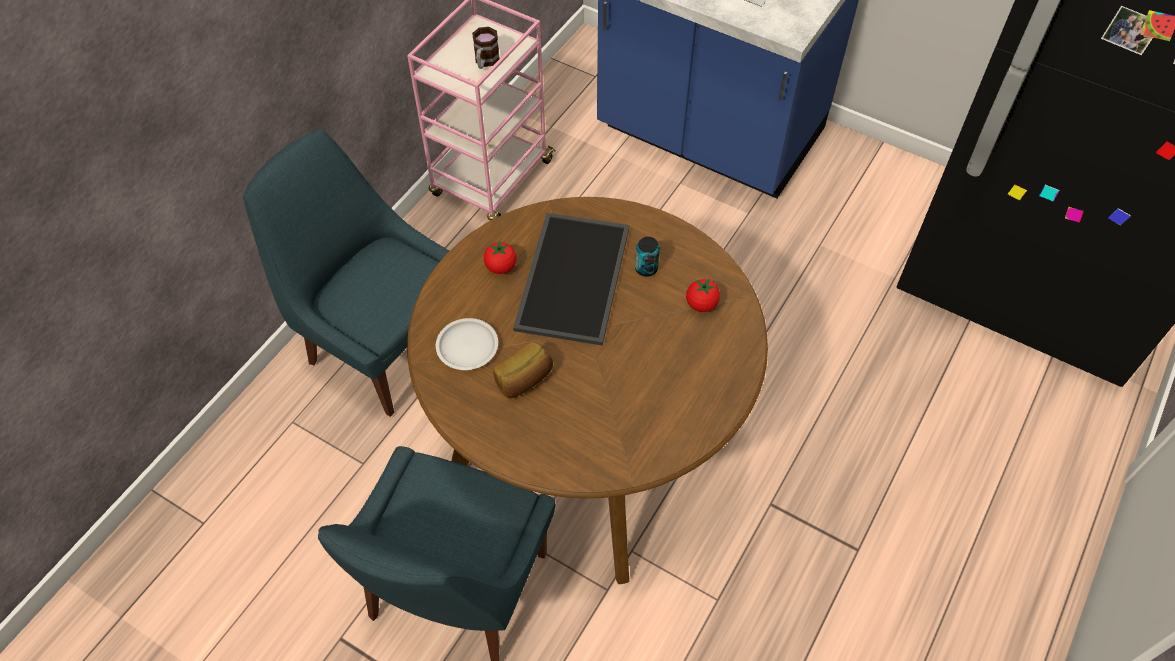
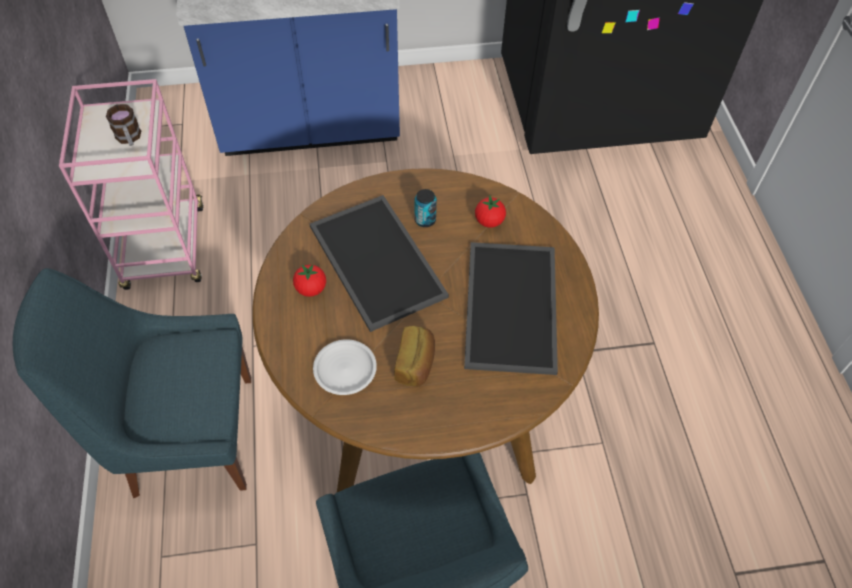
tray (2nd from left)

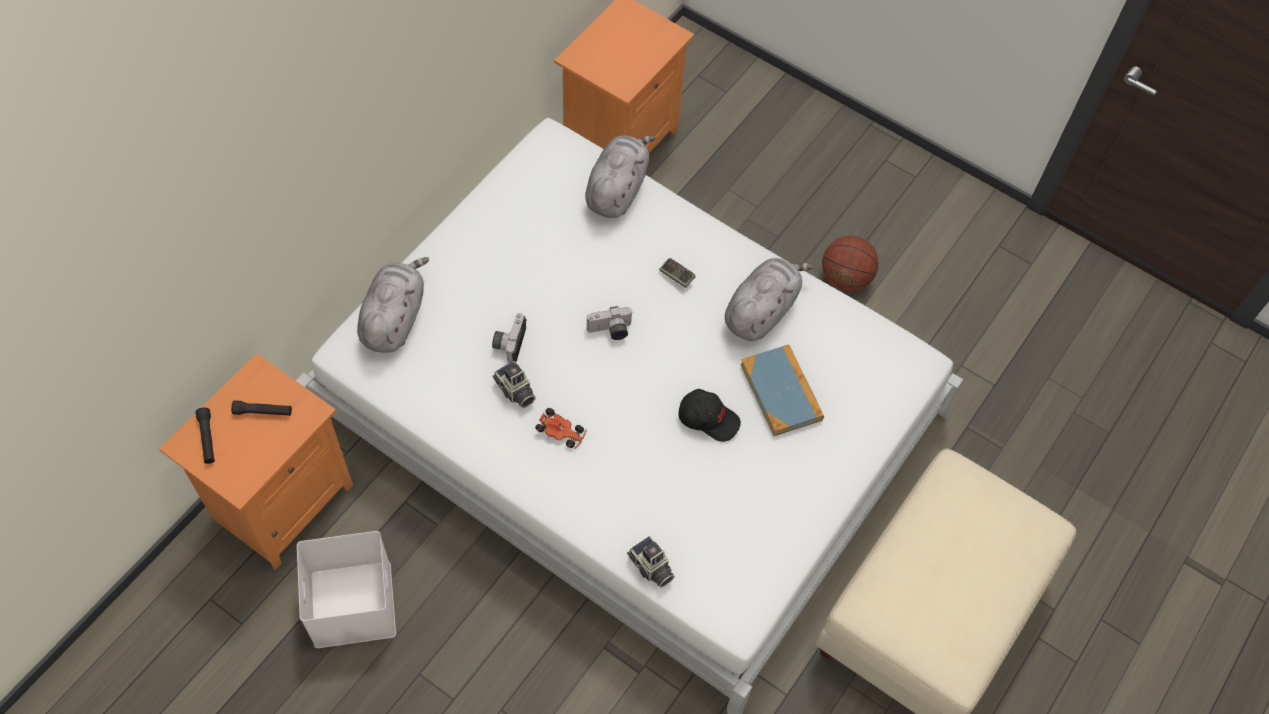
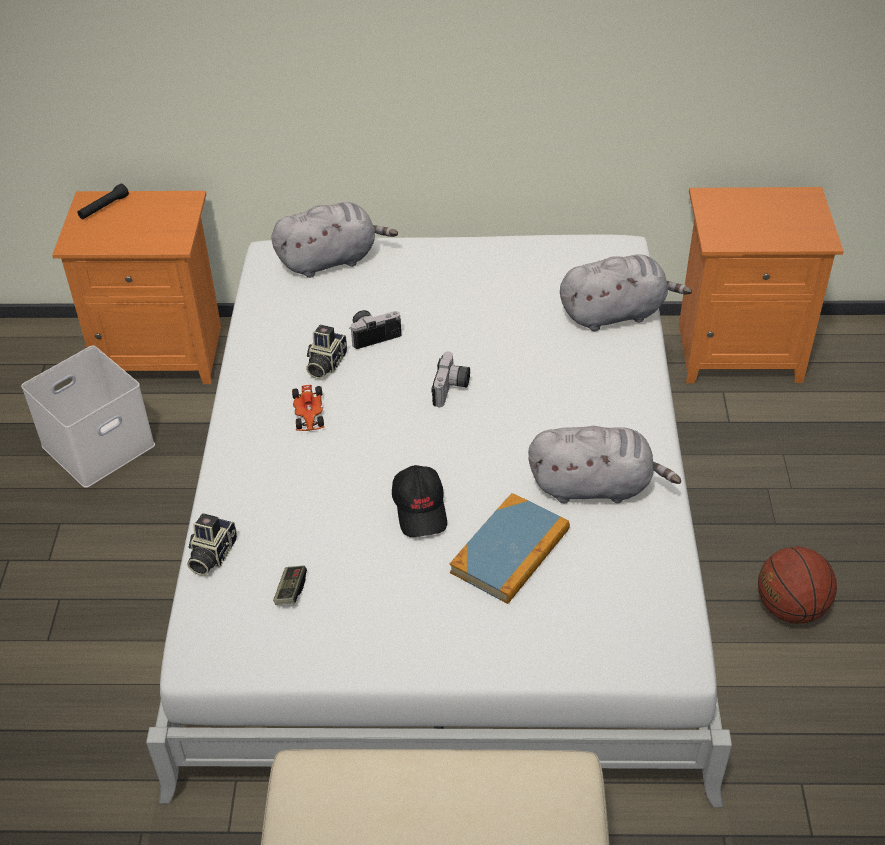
game controller; photo camera (4th from left); flashlight in black (2nd from left in the first image)

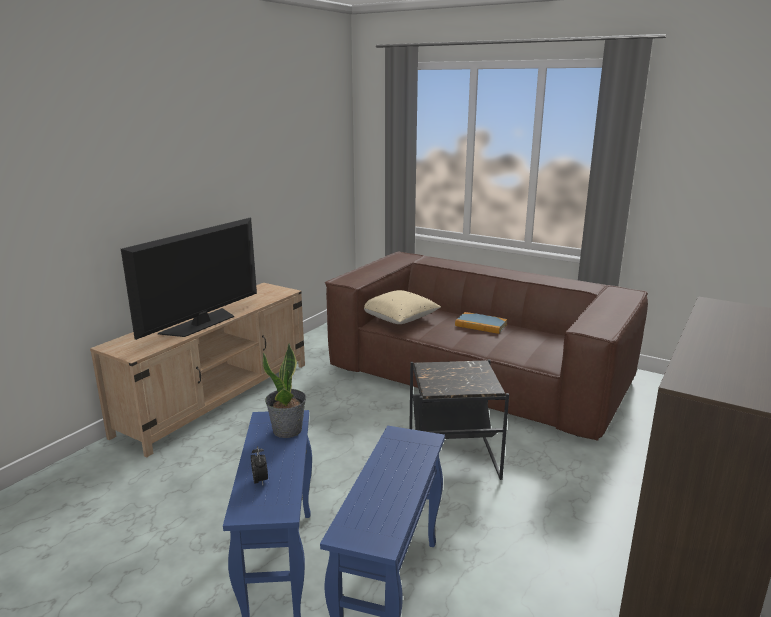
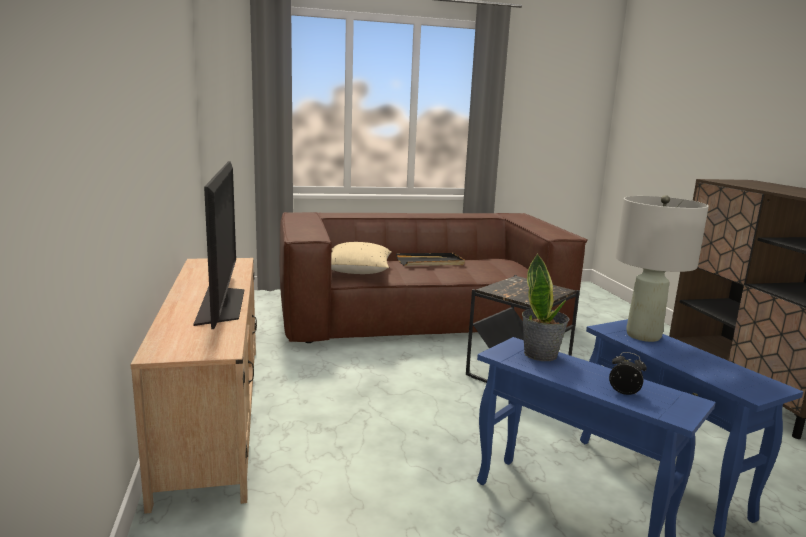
tray in black; table lamp in grey

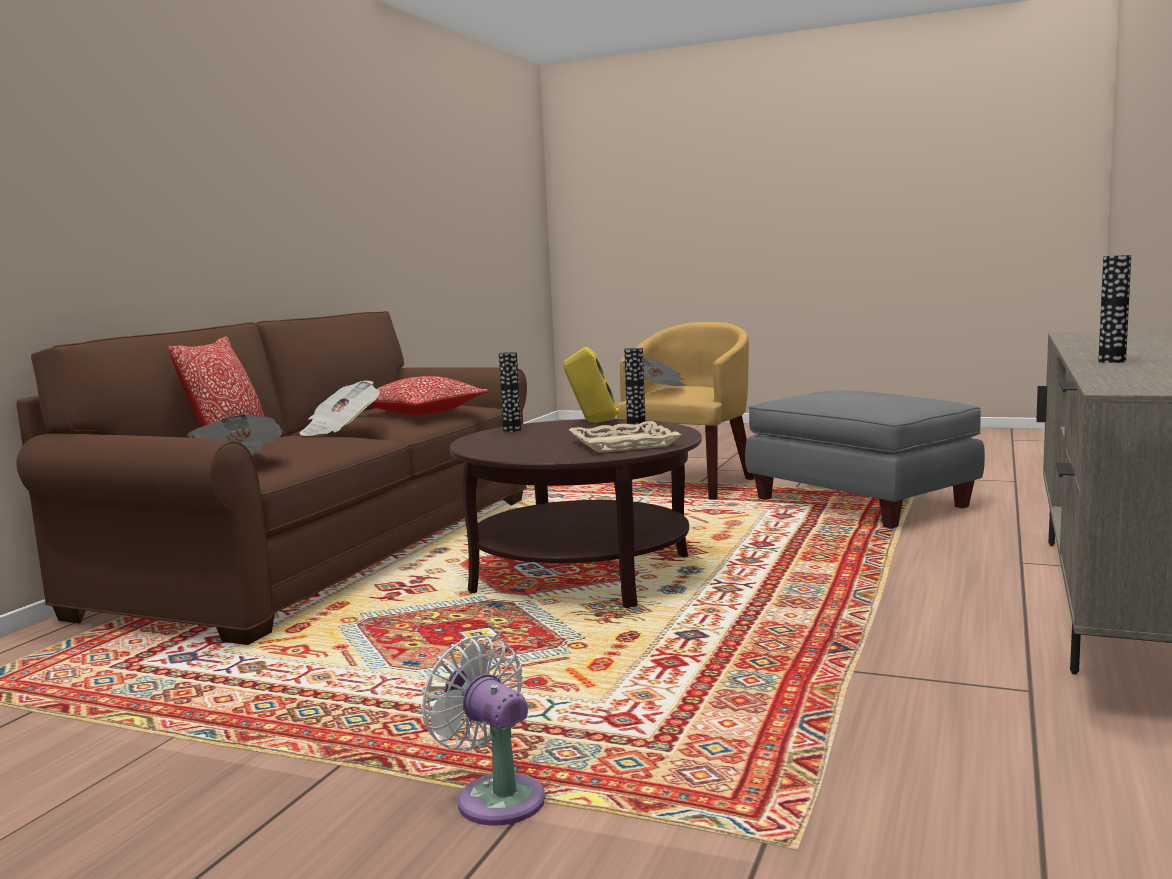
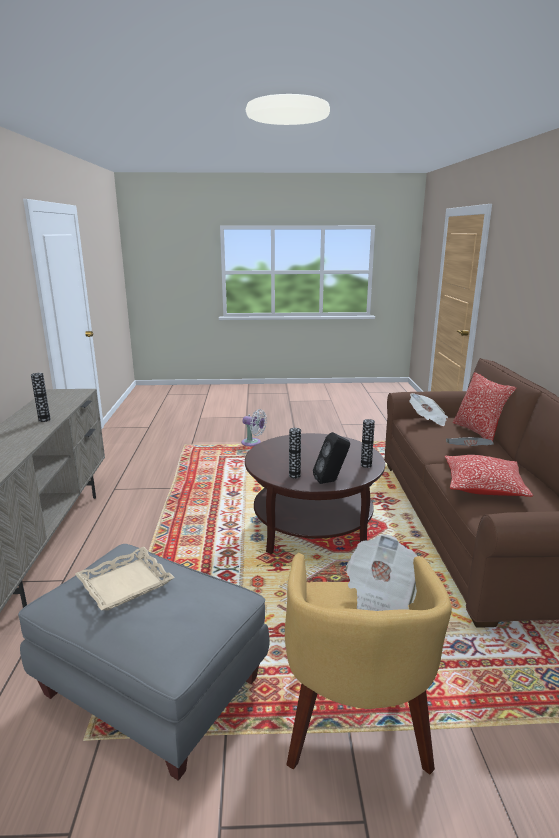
tray in beige; speaker in black

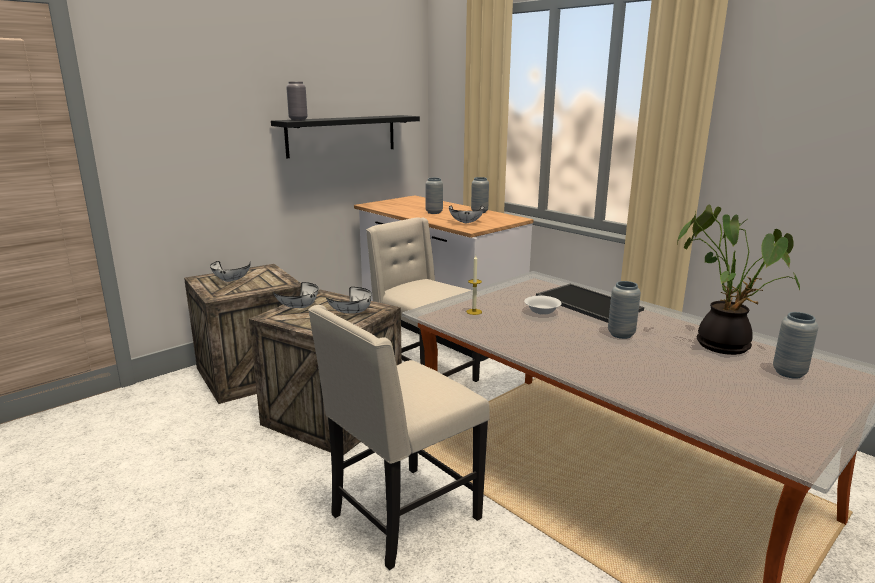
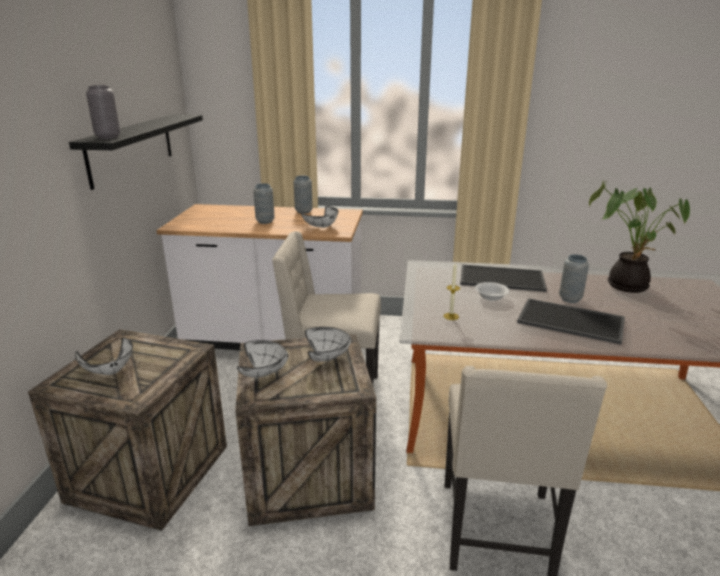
tray (2nd from left); vase in grey (5th from left in the first image)

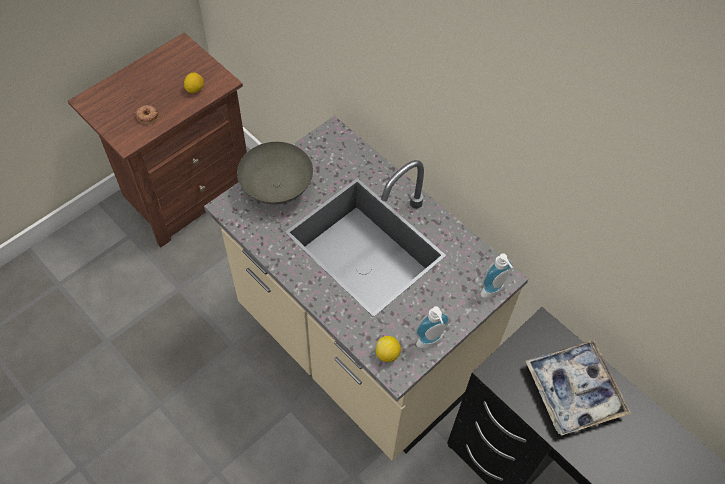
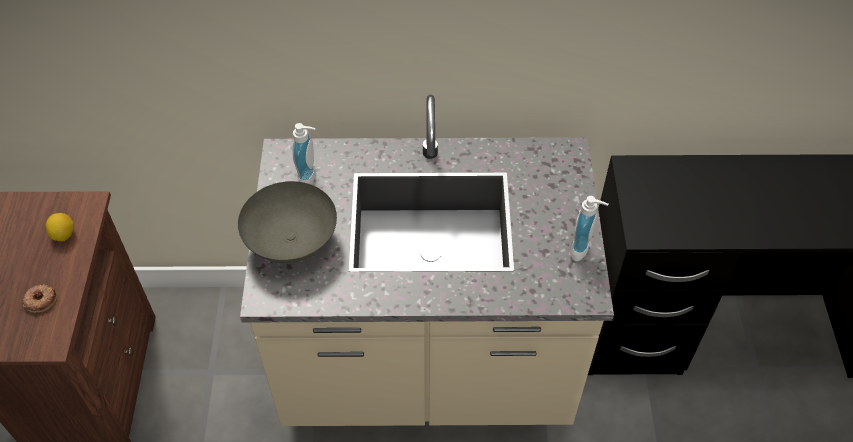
soap dispenser (1st from left); lemon (2nd from left in the first image); tray

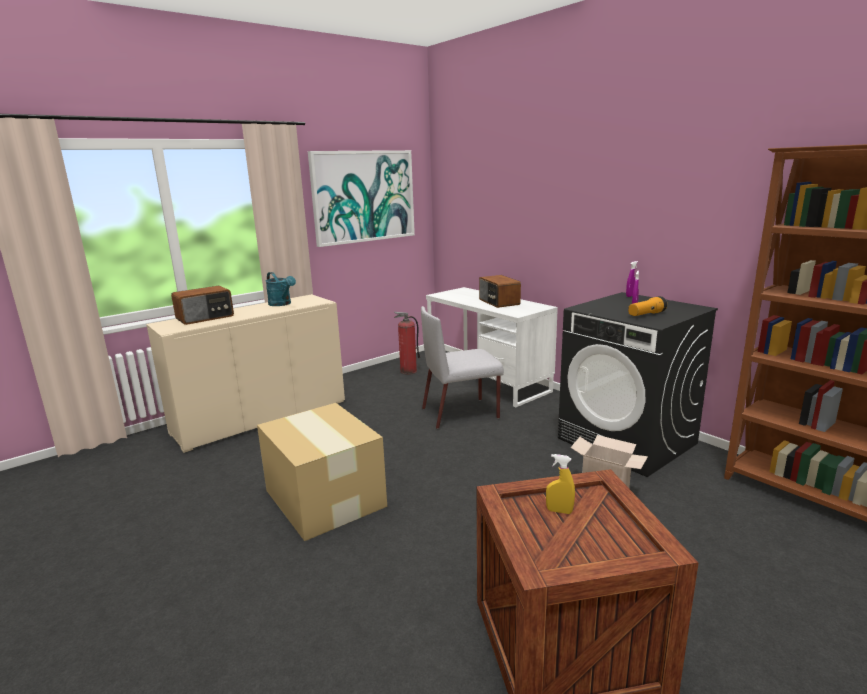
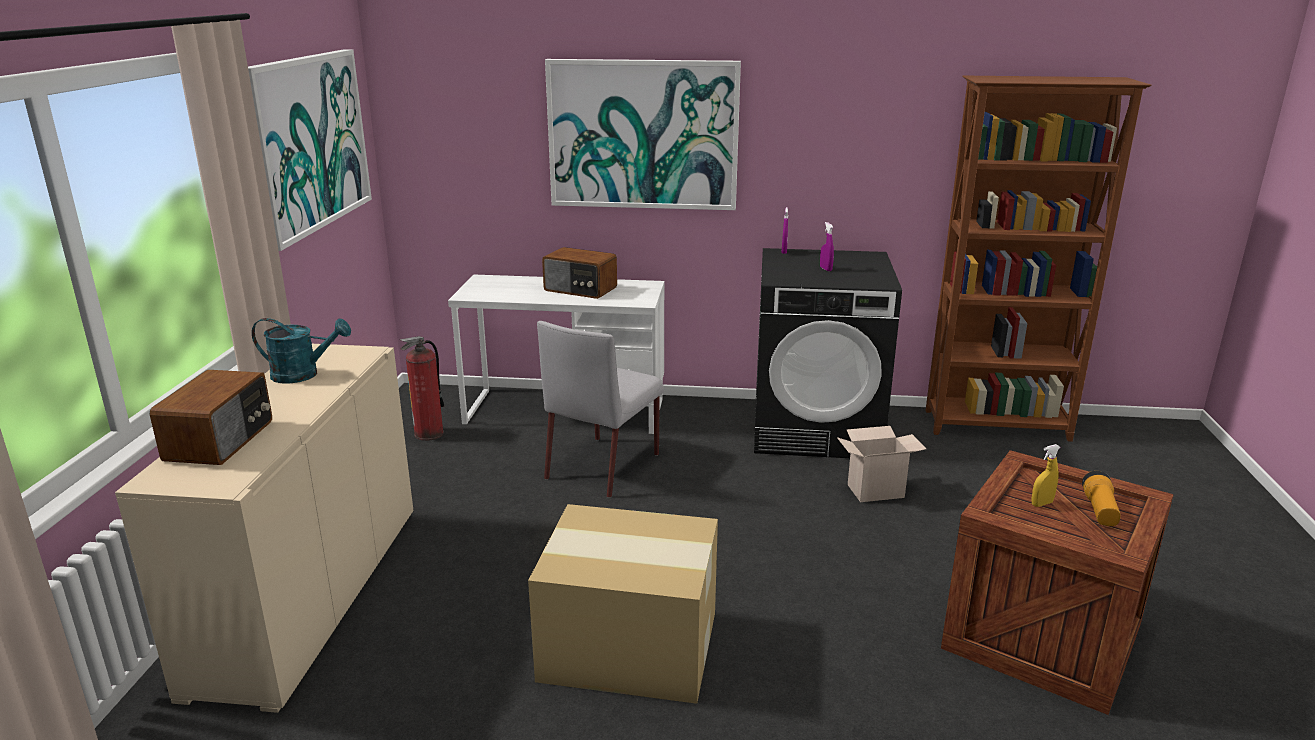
picture (2nd from left); flashlight

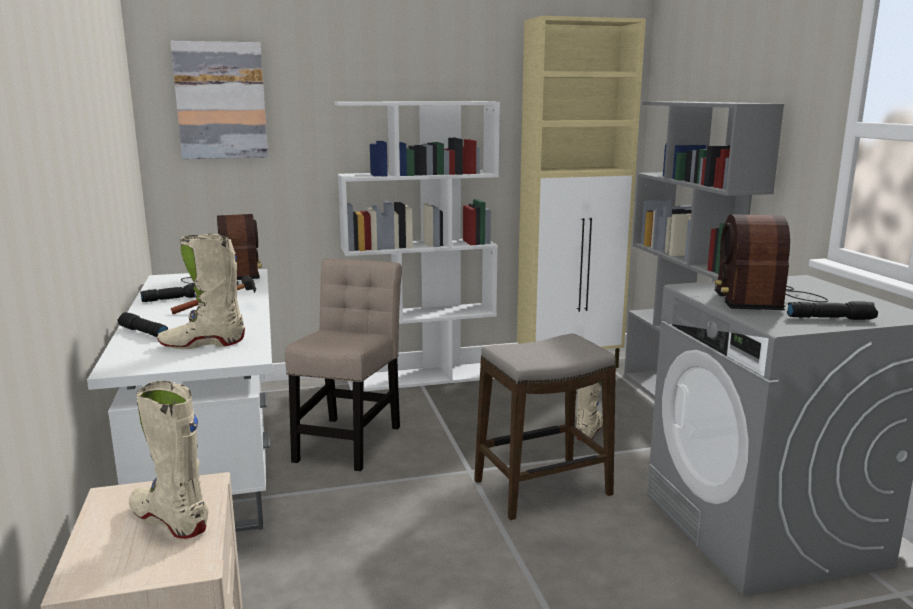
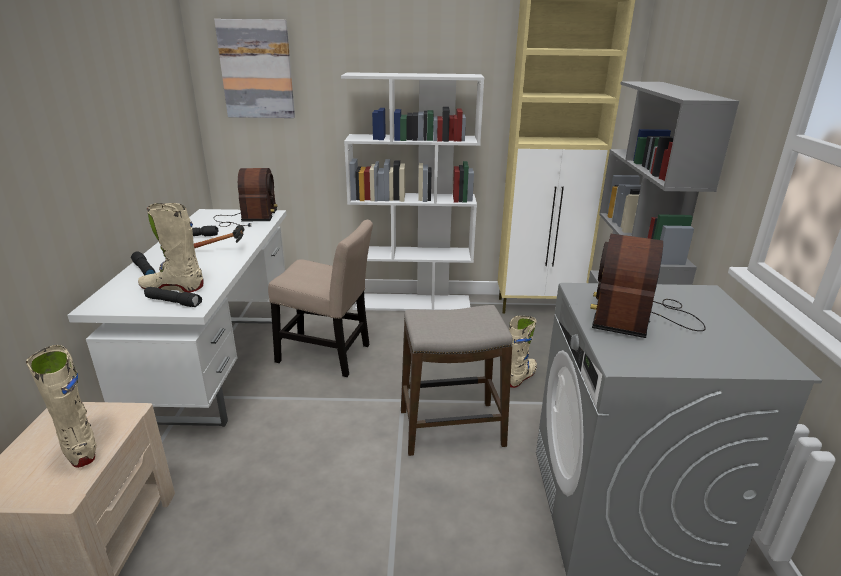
flashlight in black (2nd from left); chair in beige

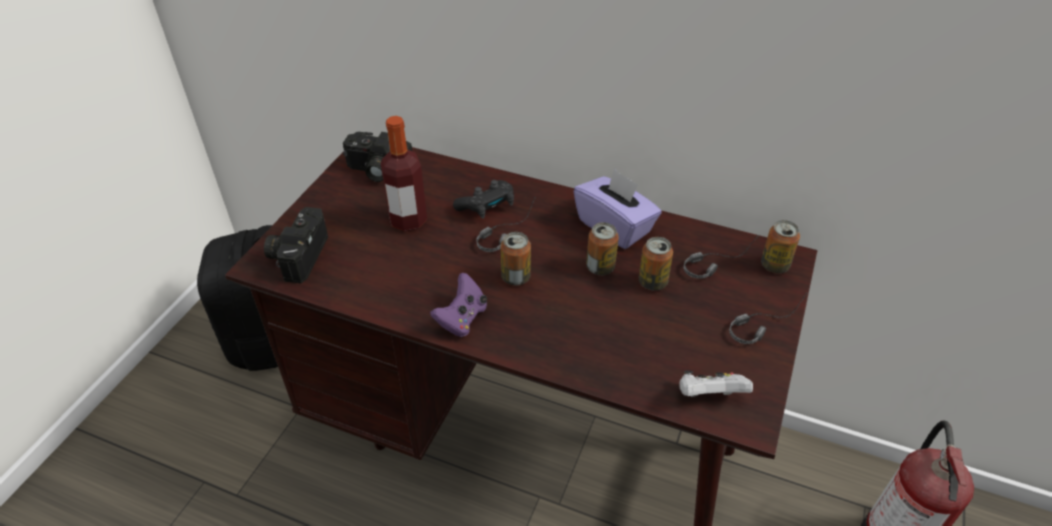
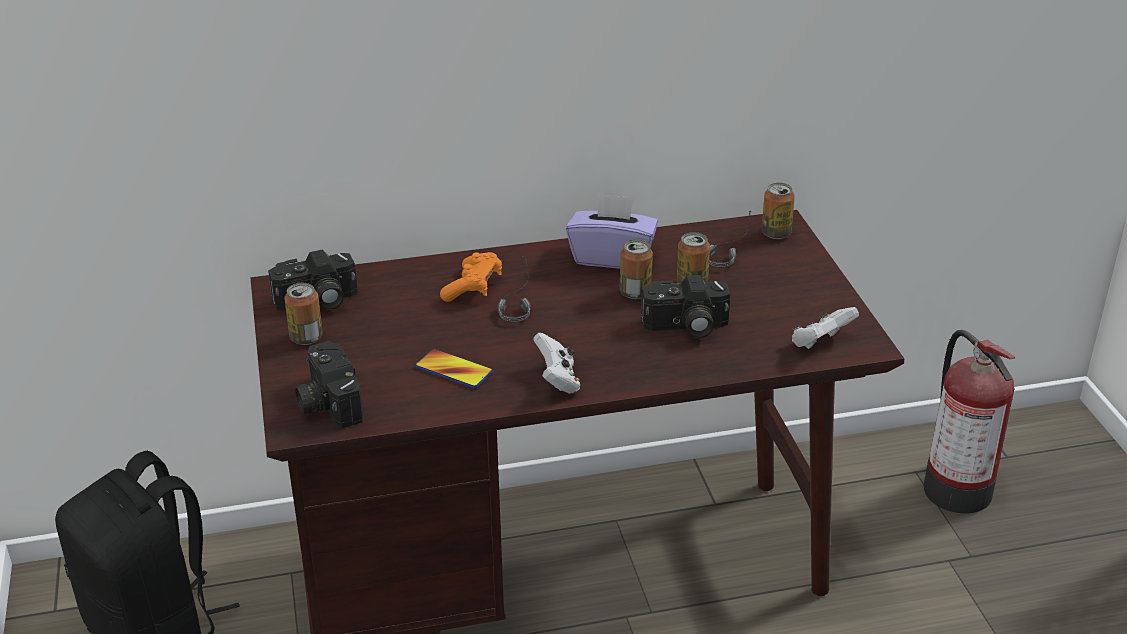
can (1st from left); phone; game controller in orange; game controller in white (1st from left); photo camera (3rd from left); bottle; headphones (3rd from left in the first image)

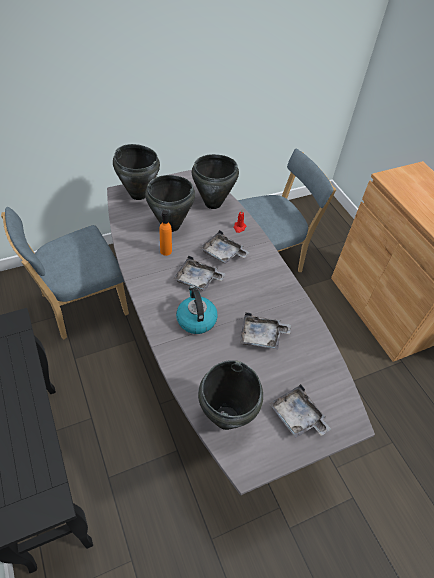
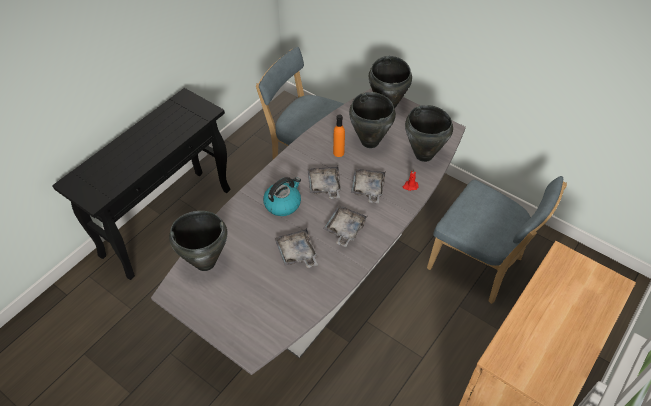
tray in grey (3rd from left)

